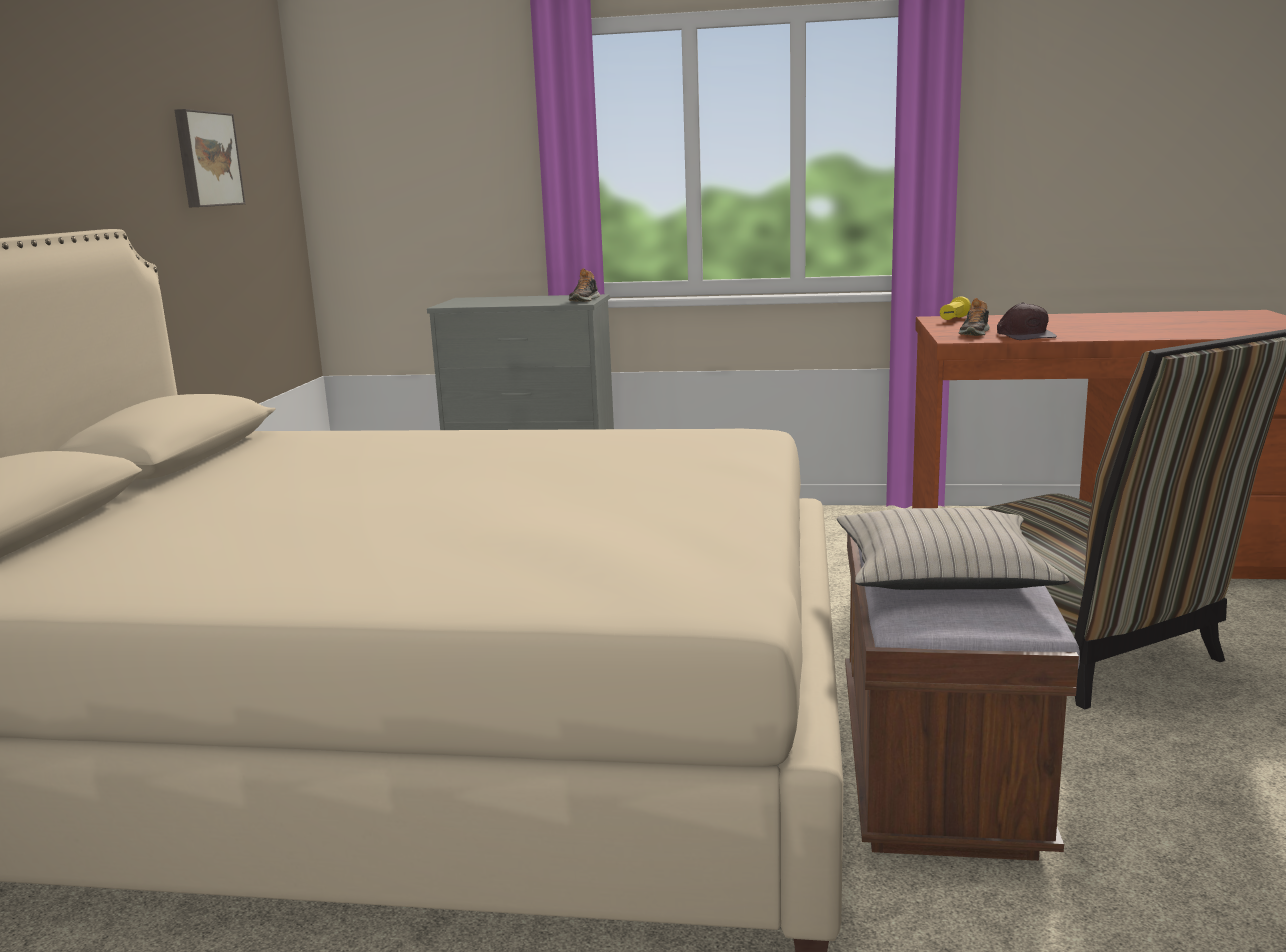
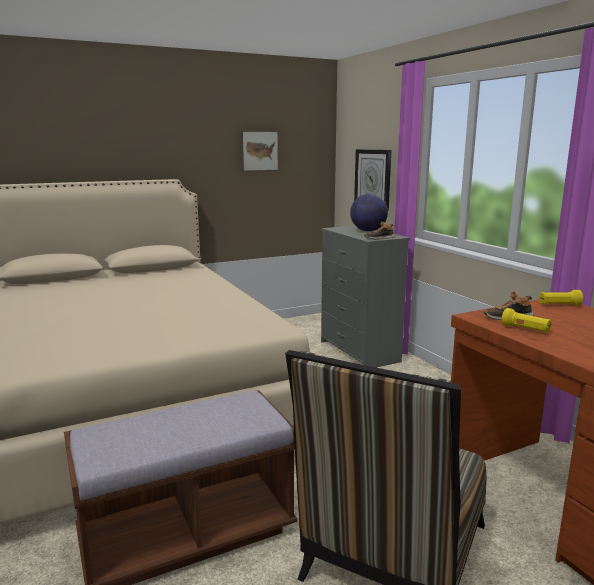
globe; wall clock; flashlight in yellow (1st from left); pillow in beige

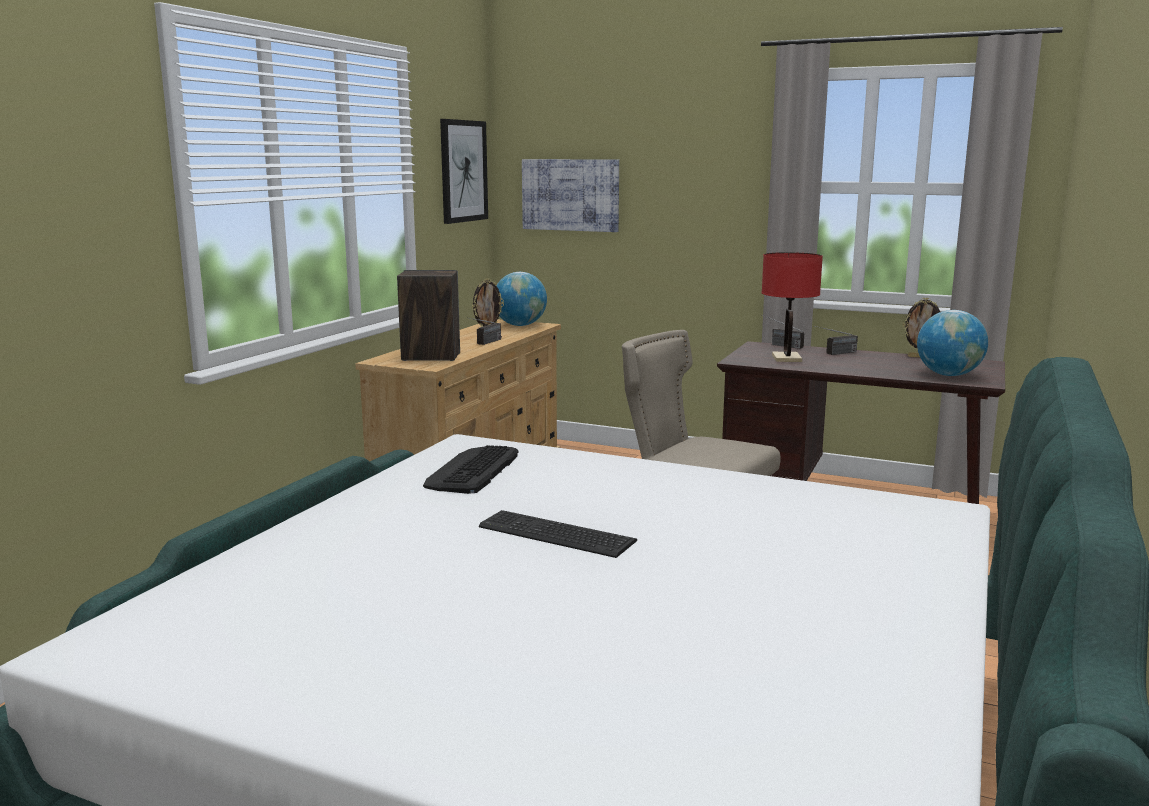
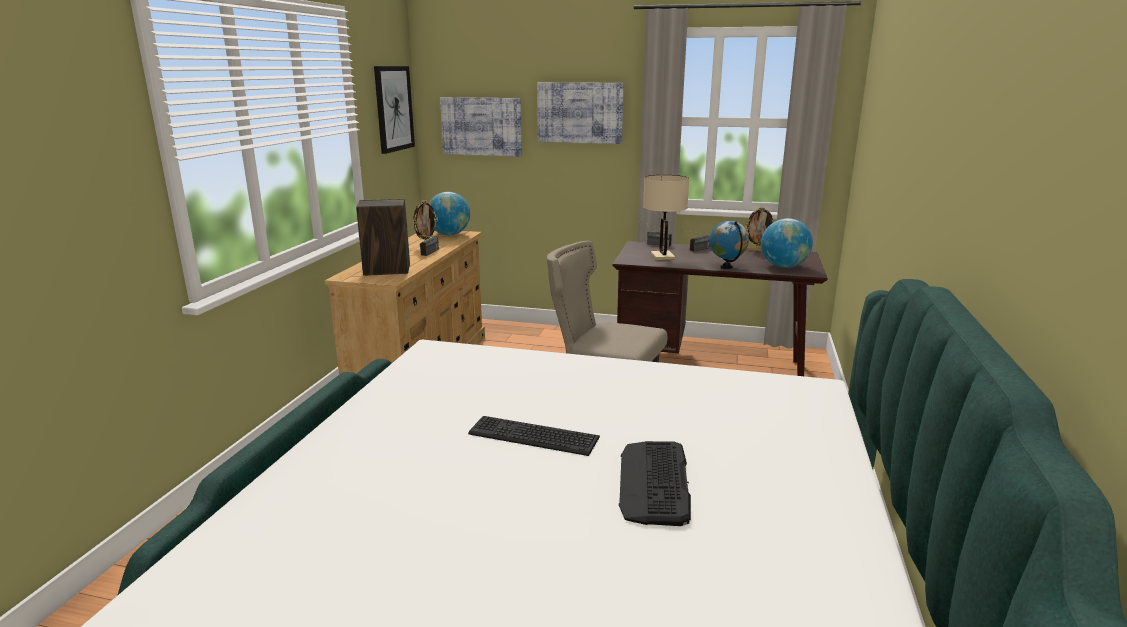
picture (3rd from left); keyboard (2nd from left); table lamp in beige; globe (2nd from left)

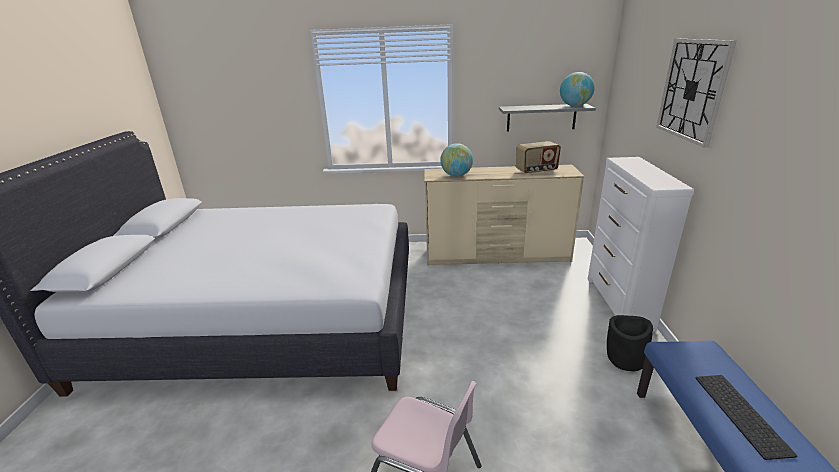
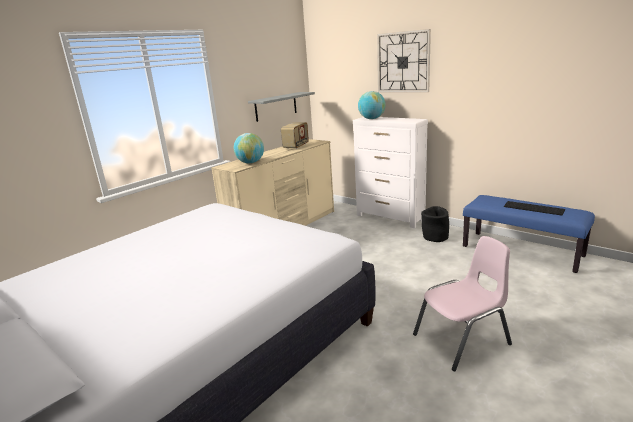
globe (2nd from left)

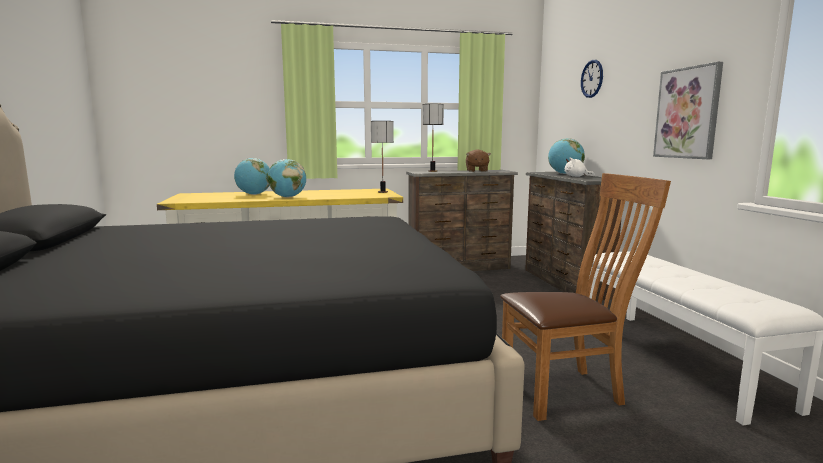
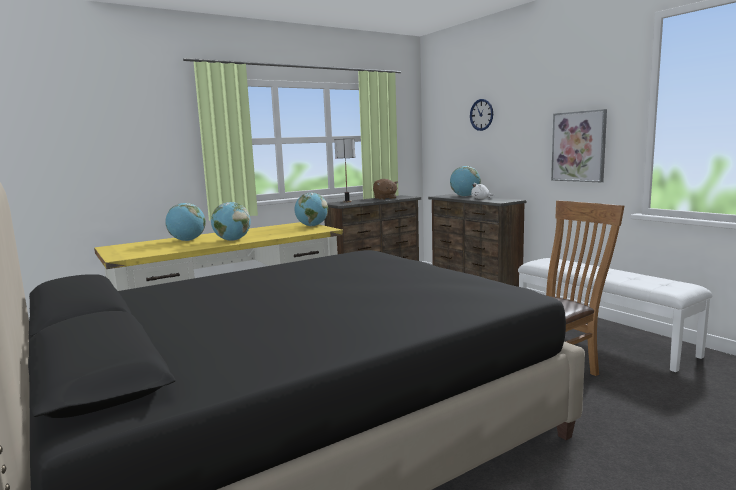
globe (3rd from left)

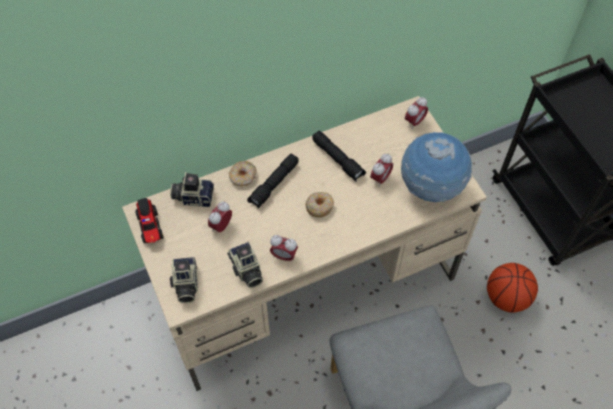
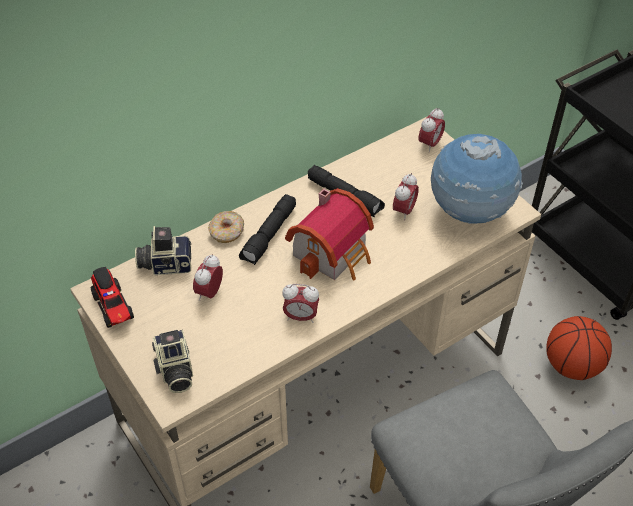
toy house; photo camera (3rd from left in the first image)

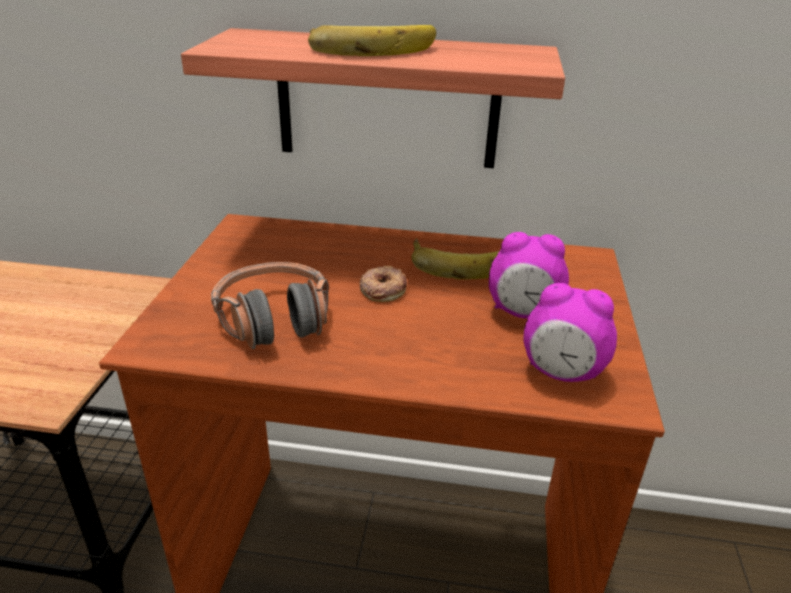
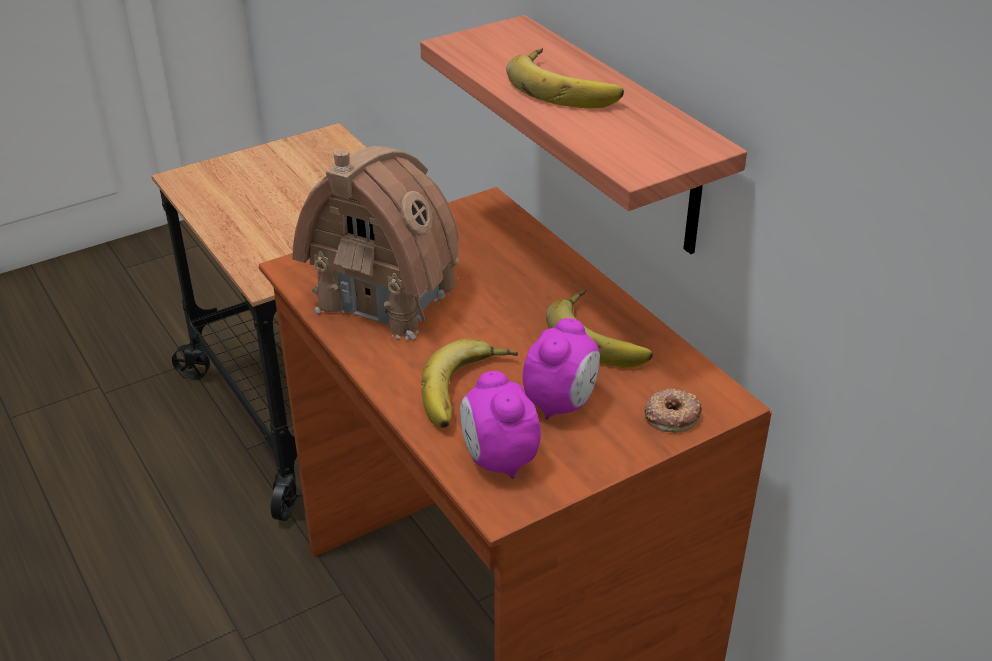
toy house; banana (1st from left); alarm clock (2nd from left); donut

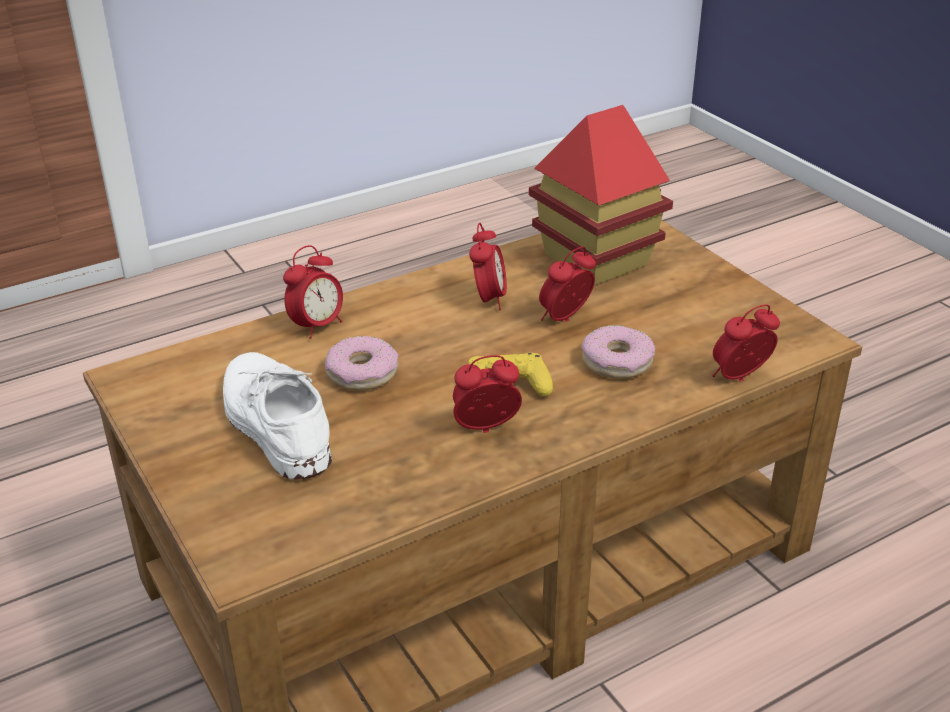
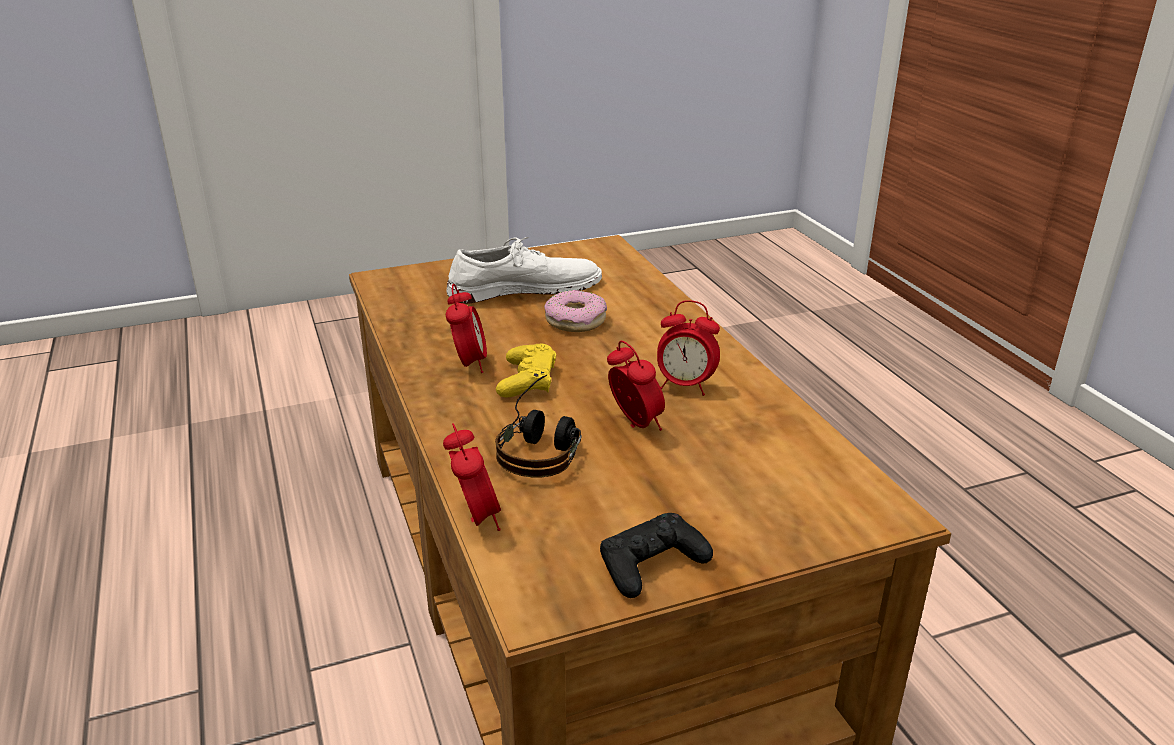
headphones; game controller in black; alarm clock (1st from left in the first image); toy house

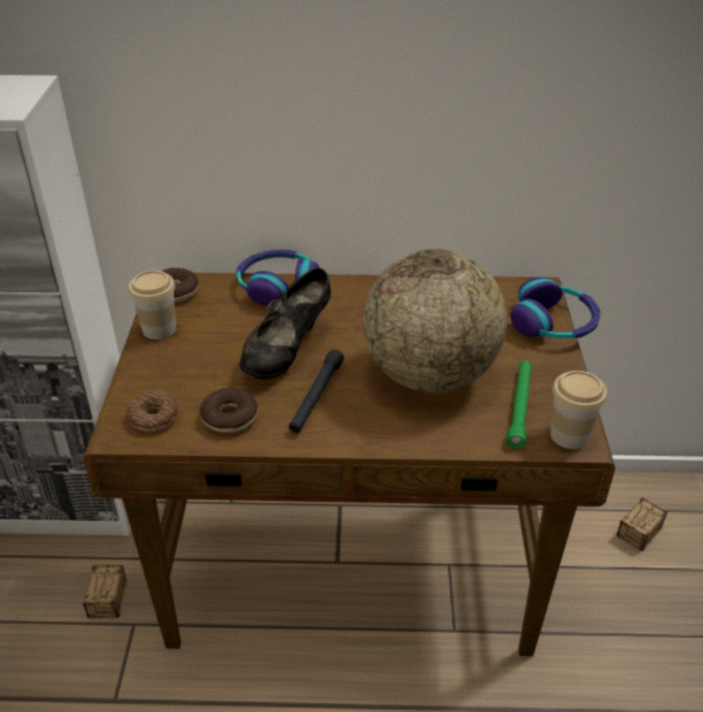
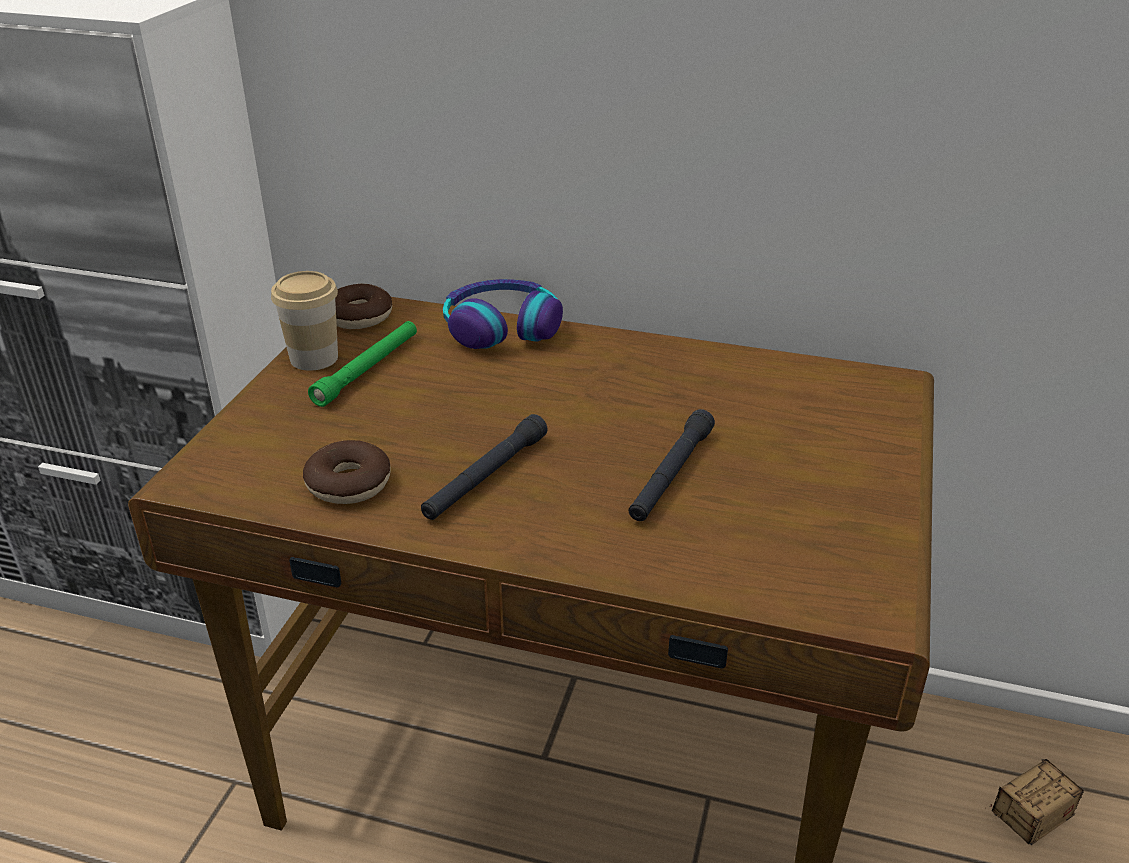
flashlight in green; flashlight in black (2nd from left); storage box (1st from left in the first image); donut (1st from left in the first image); shoe in black; headphones (2nd from left in the first image); cup (2nd from left in the first image)

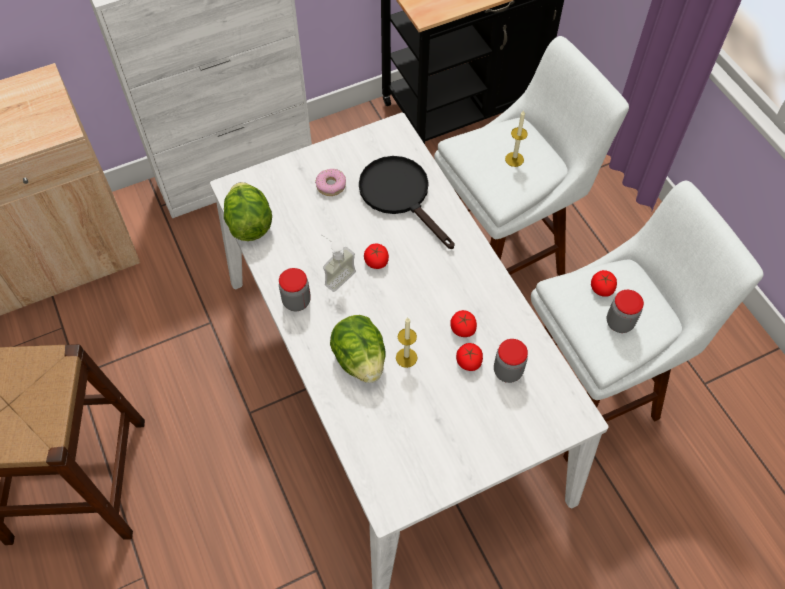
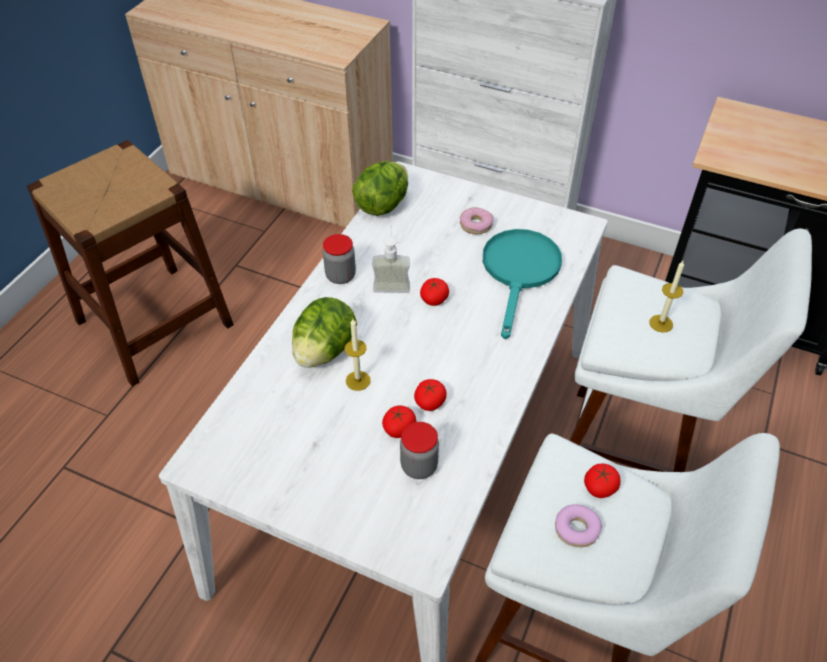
frying pan in turquoise; donut (2nd from left)

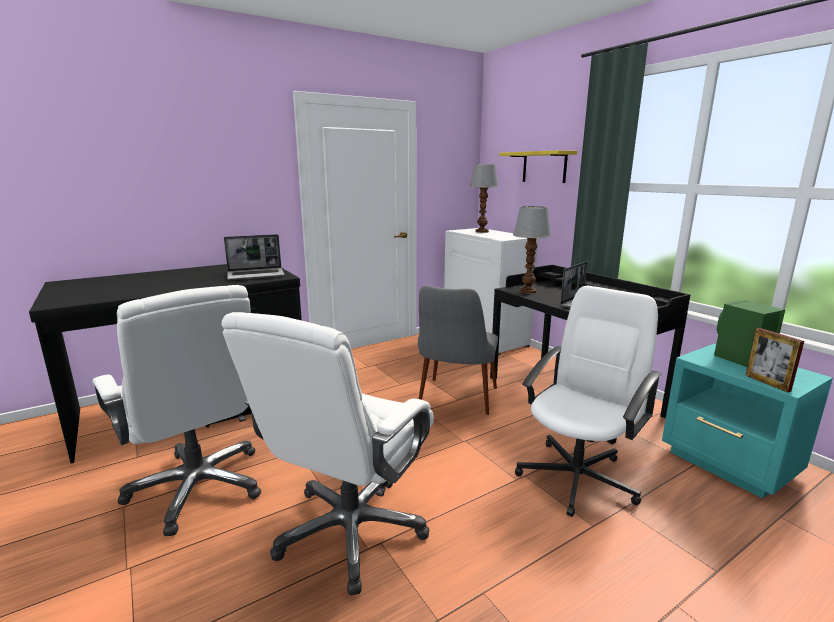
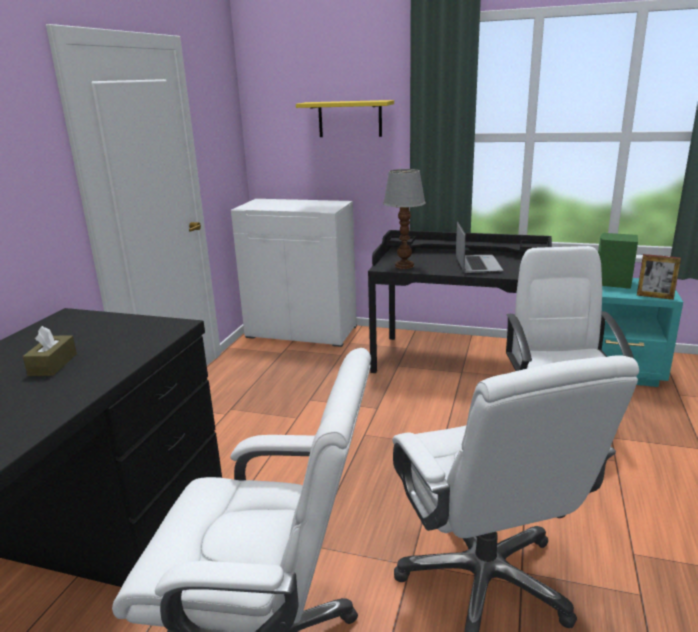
tissue box in brown; laptop (1st from left in the first image); chair in grey; table lamp (1st from left in the first image)

